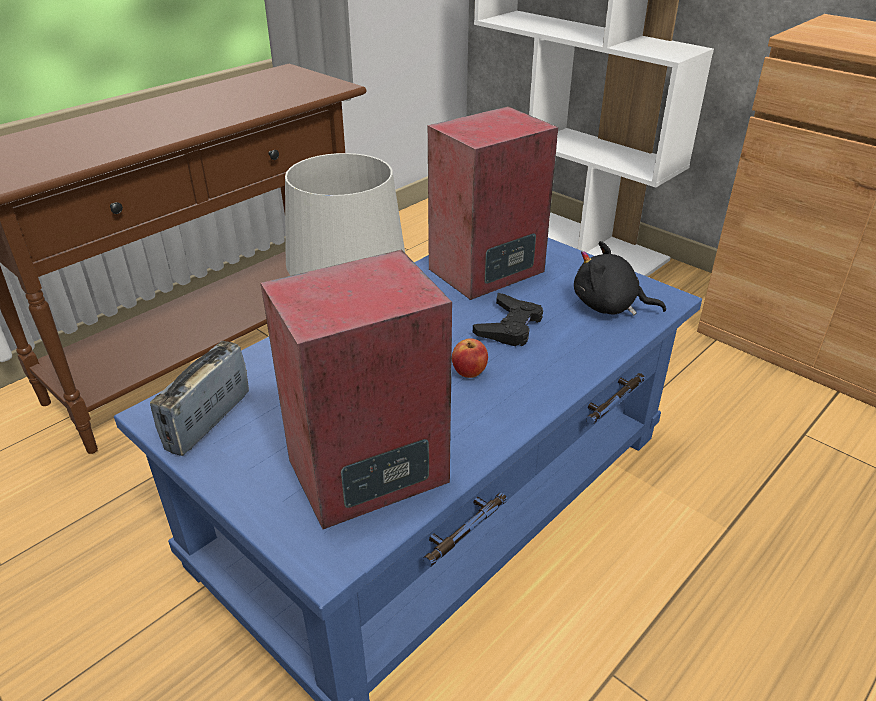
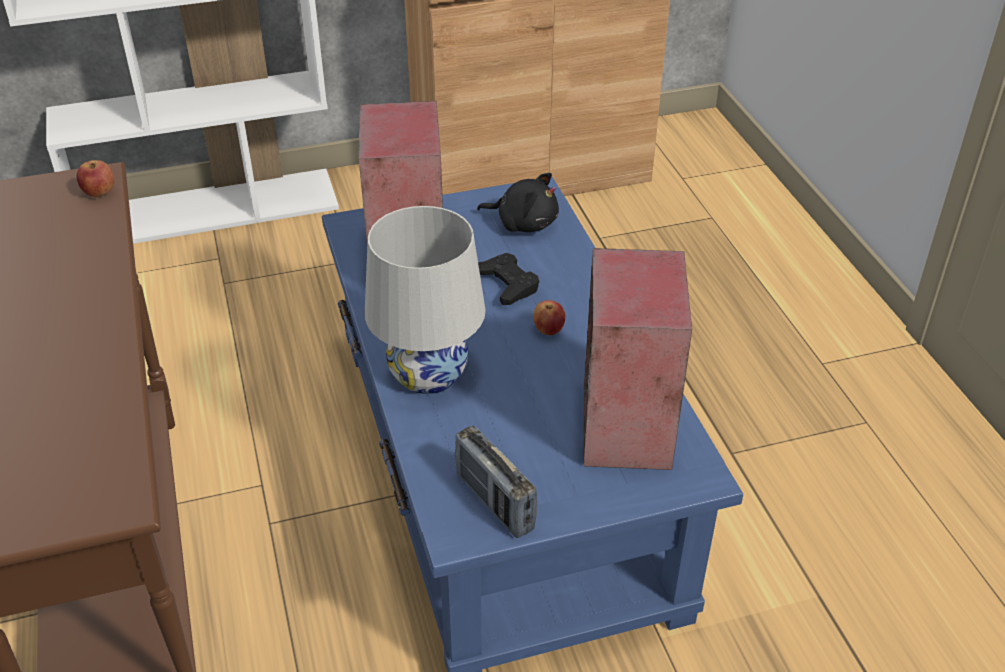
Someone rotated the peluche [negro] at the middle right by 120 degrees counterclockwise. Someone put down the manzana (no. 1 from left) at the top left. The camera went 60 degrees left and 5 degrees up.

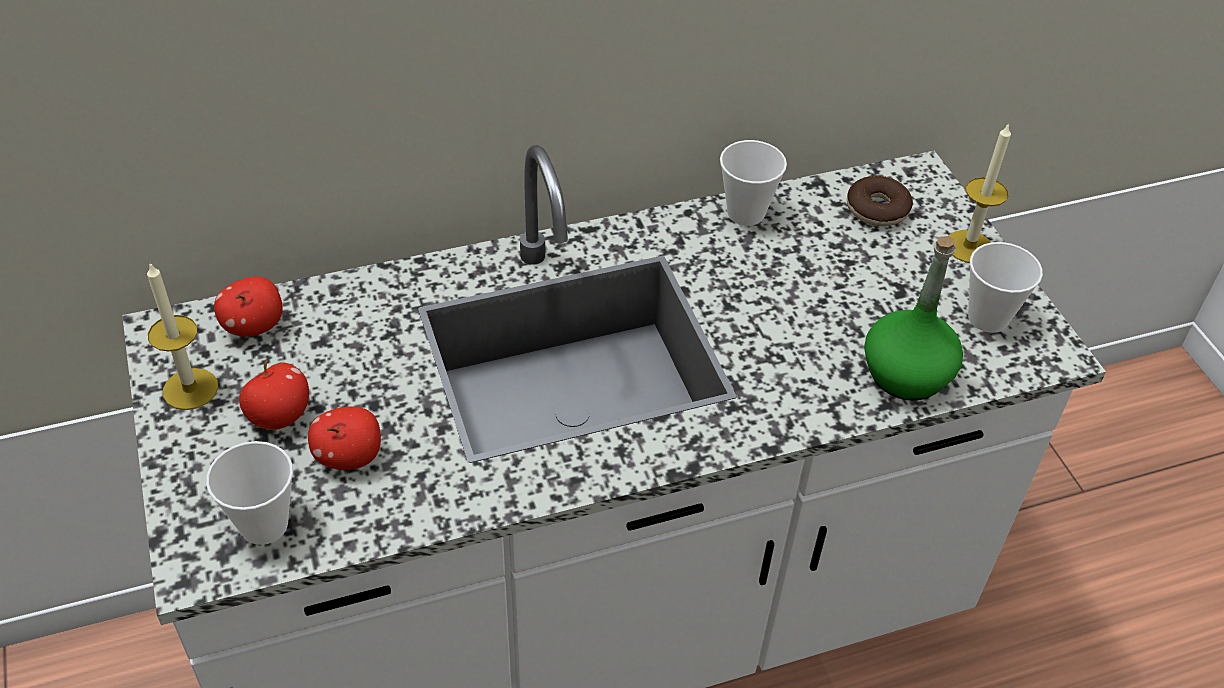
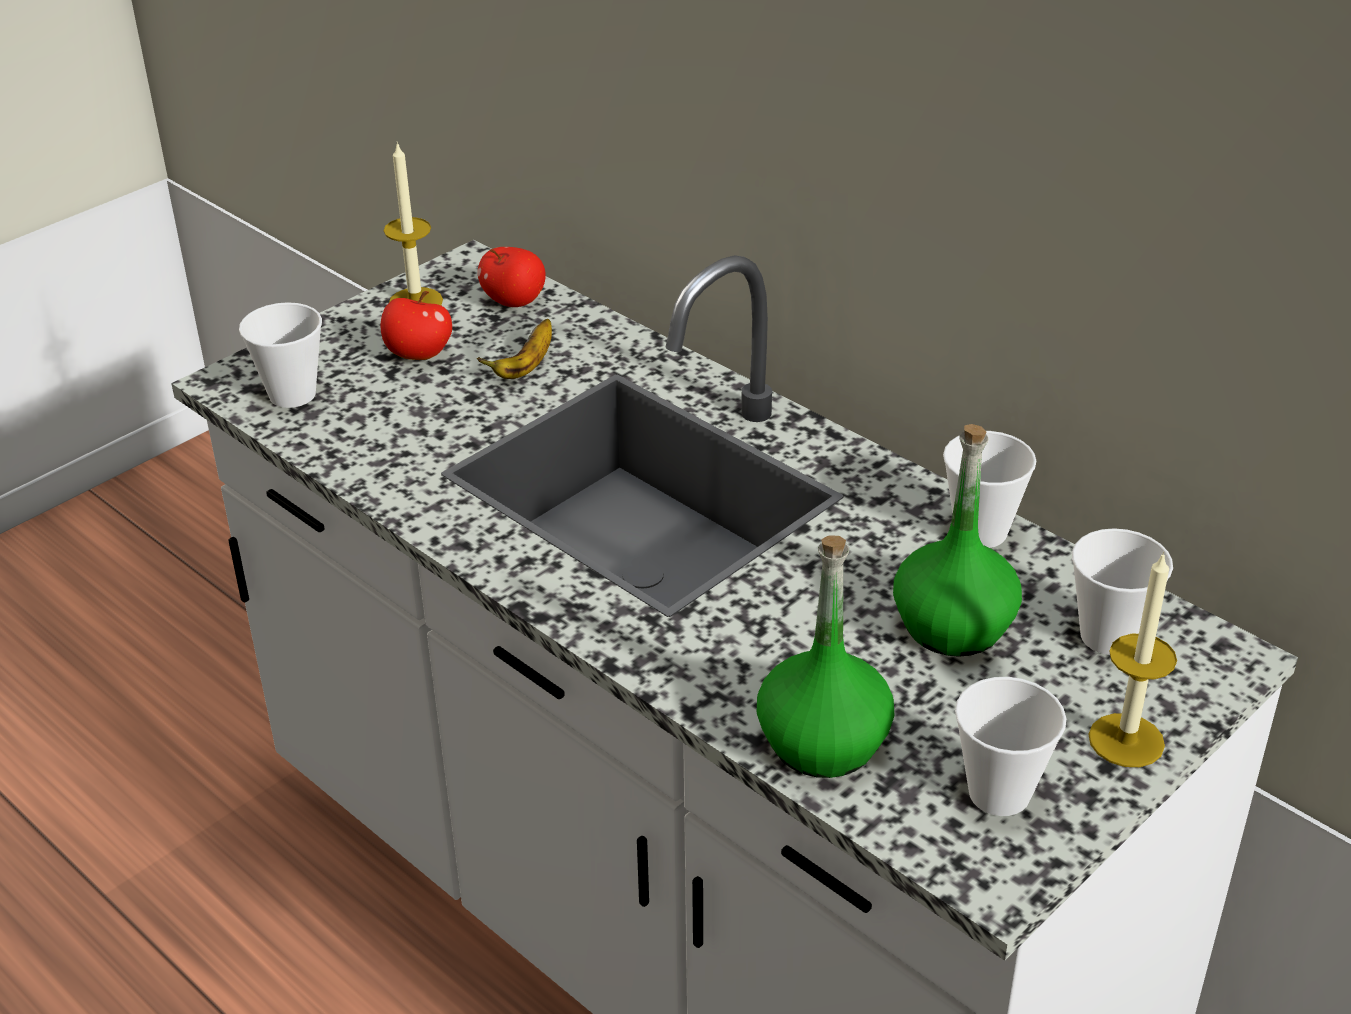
Someone swapped the rosquilla at the top right for the taza (no. 4 from left) at the middle right. Someone took away the manzana (no. 3 from left) at the middle left. Someone put down the plátano at the centre. Someone put down the botella [verde] (no. 2 from left) at the middle right. The camera went 65 degrees right and 10 degrees down.

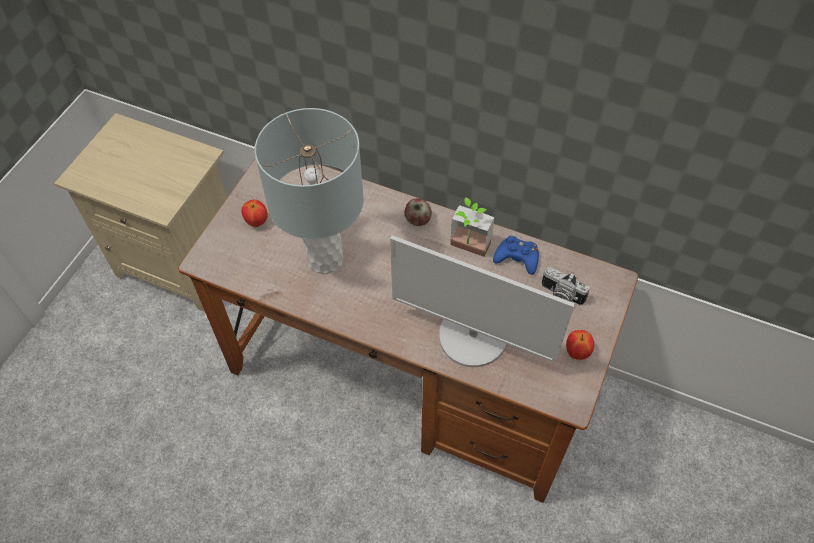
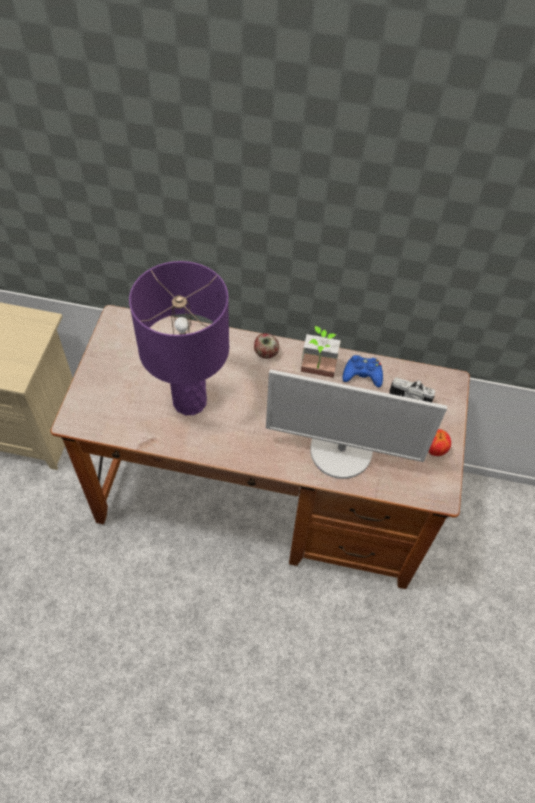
Someone repainted the lámpara de mesa [gris] at the centre, which became the lámpara de mesa [morado] at the centre. Someone took away the manzana (no. 1 from left) at the middle left. The camera went 15 degrees left and 0 degrees up.

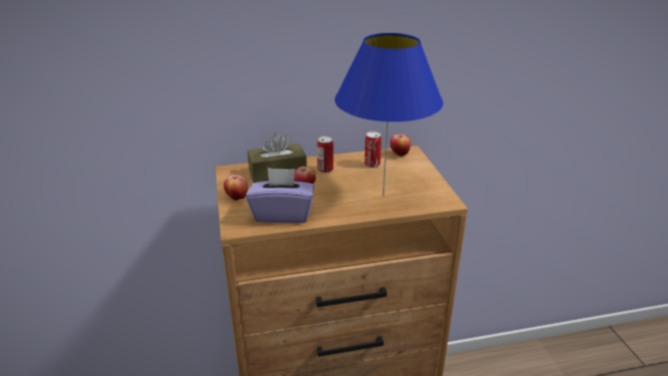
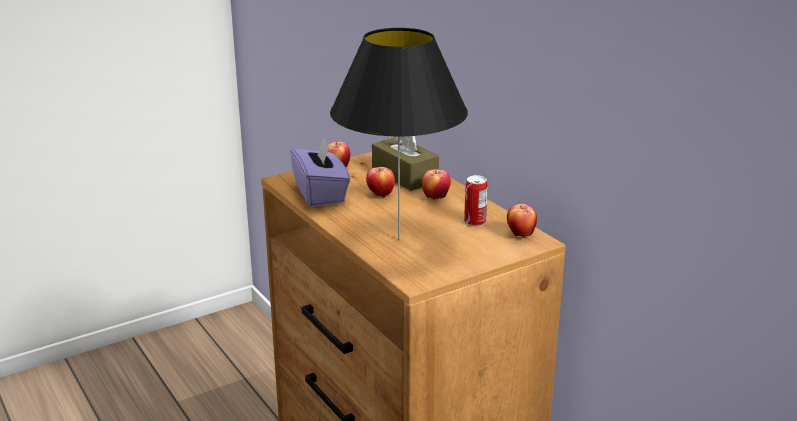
Someone repainted the lámpara de mesa [azul] at the top centre, which became the lámpara de mesa [negro] at the top centre. Someone swapped the lata (no. 1 from left) at the centre for the manzana (no. 3 from left) at the centre. The camera went 70 degrees right and 5 degrees down.

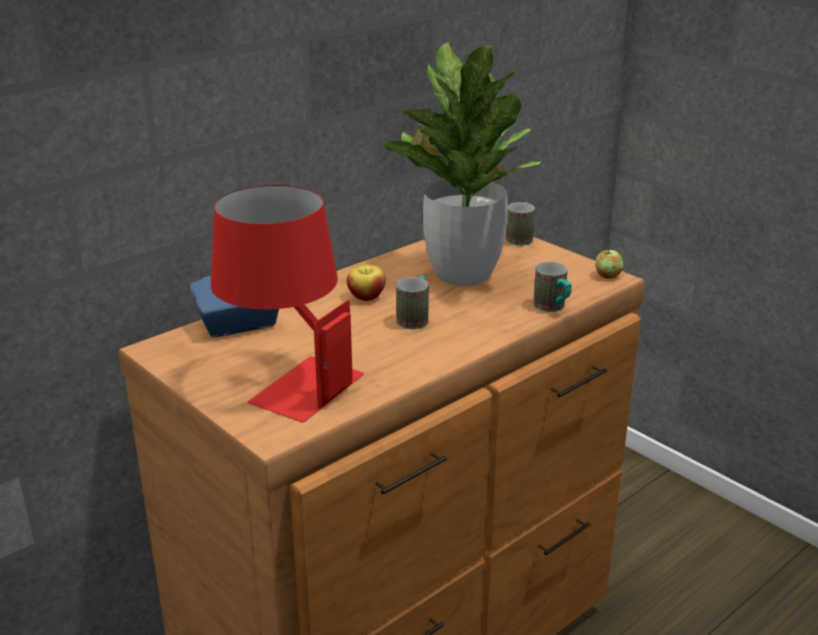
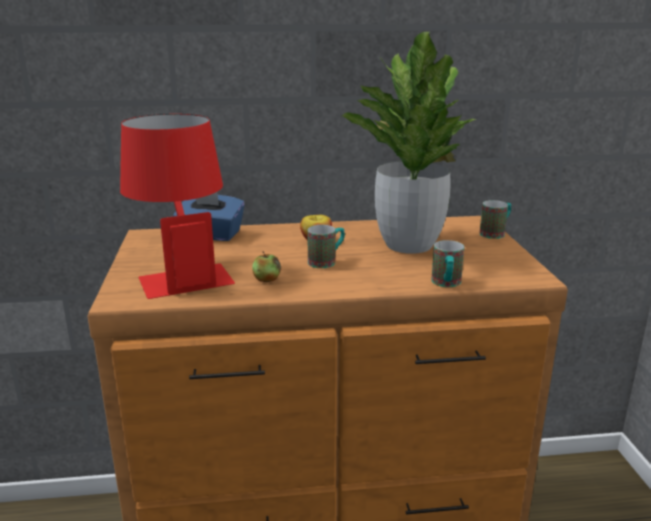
Someone carried the manzana (no. 2 from left in the first image) from the middle right to the centre. The camera went 35 degrees right and 5 degrees down.

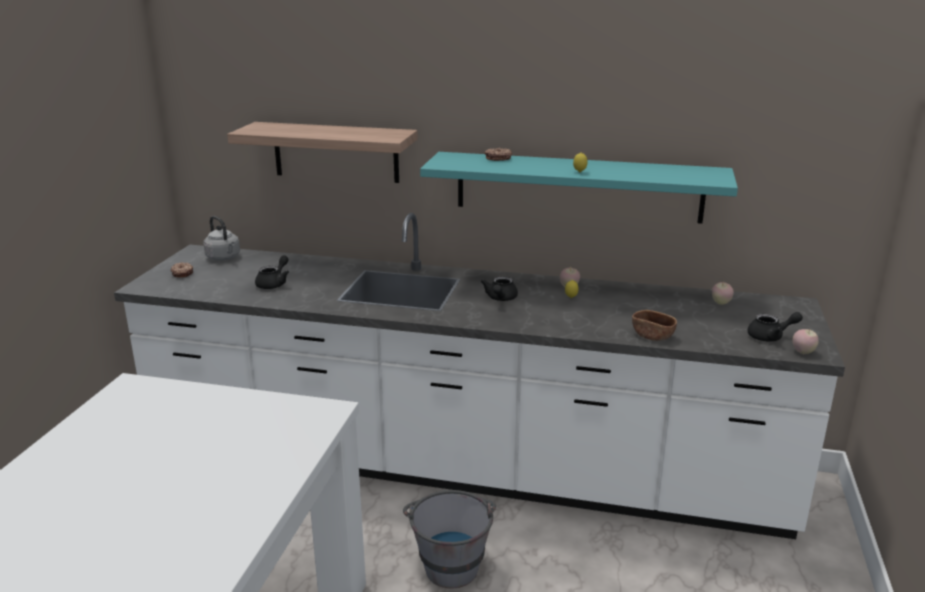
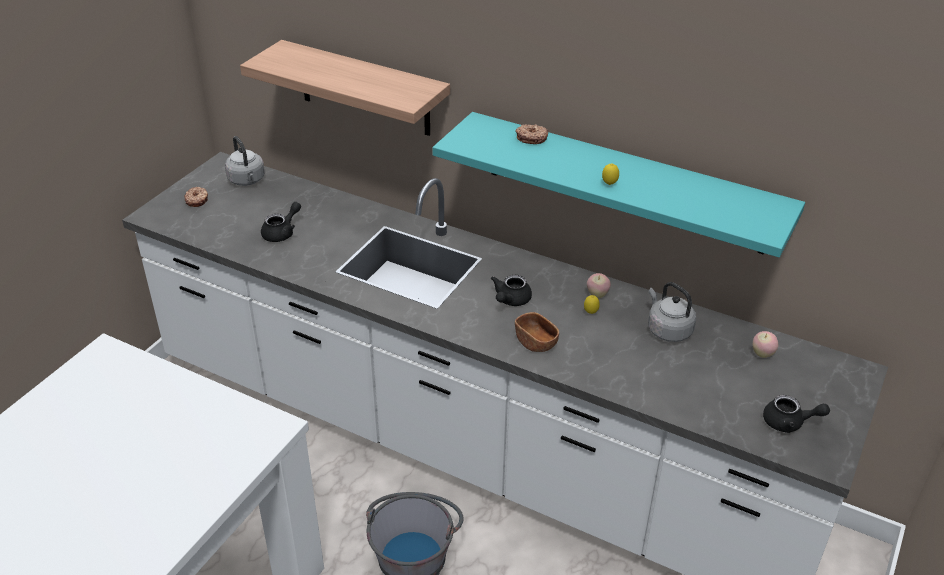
Someone carried the cuenco [marrón] from the middle right to the centre. Someone took away the manzana (no. 3 from left) at the middle right. Someone put down the hervidor [gris] (no. 2 from left) at the middle right. The camera went 15 degrees right and 15 degrees up.

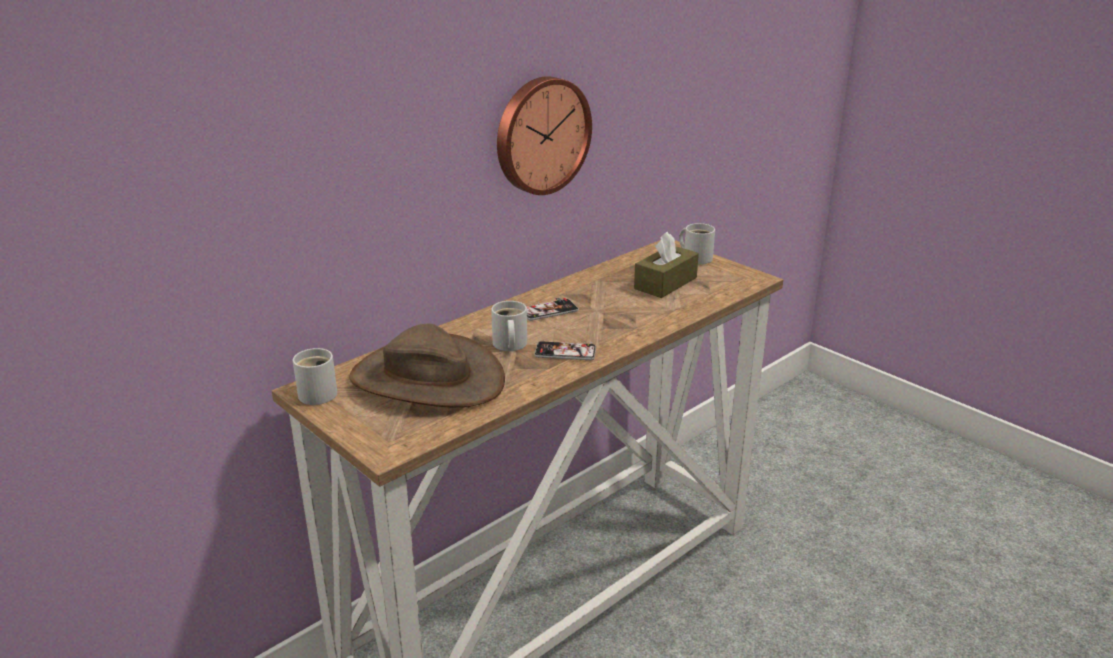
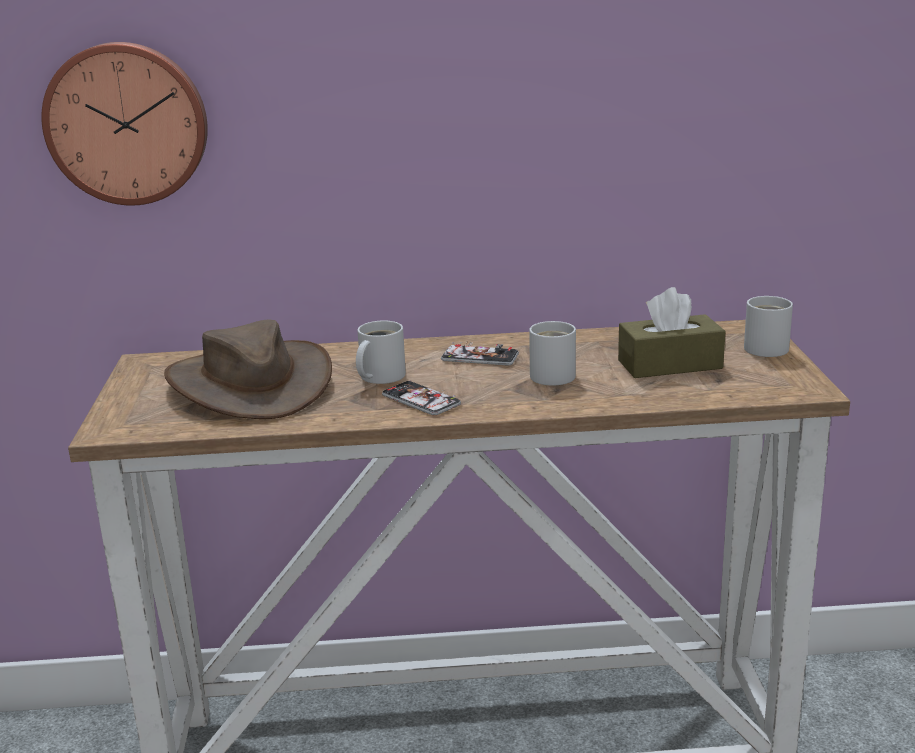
Someone carried the reloj de pared from the top centre to the top left. Someone carried the taza grande [blanco] (no. 1 from left in the first image) from the middle left to the centre. The camera went 40 degrees right and 5 degrees down.

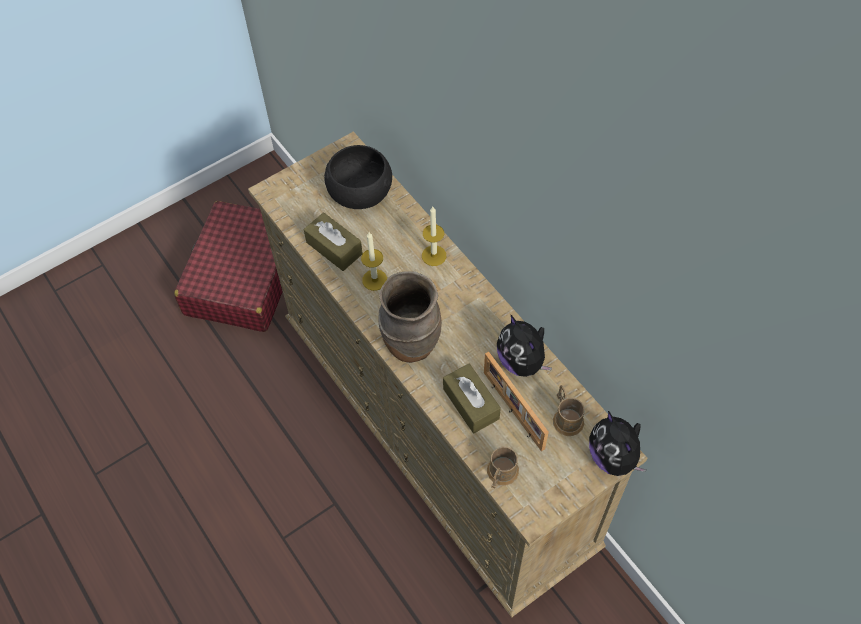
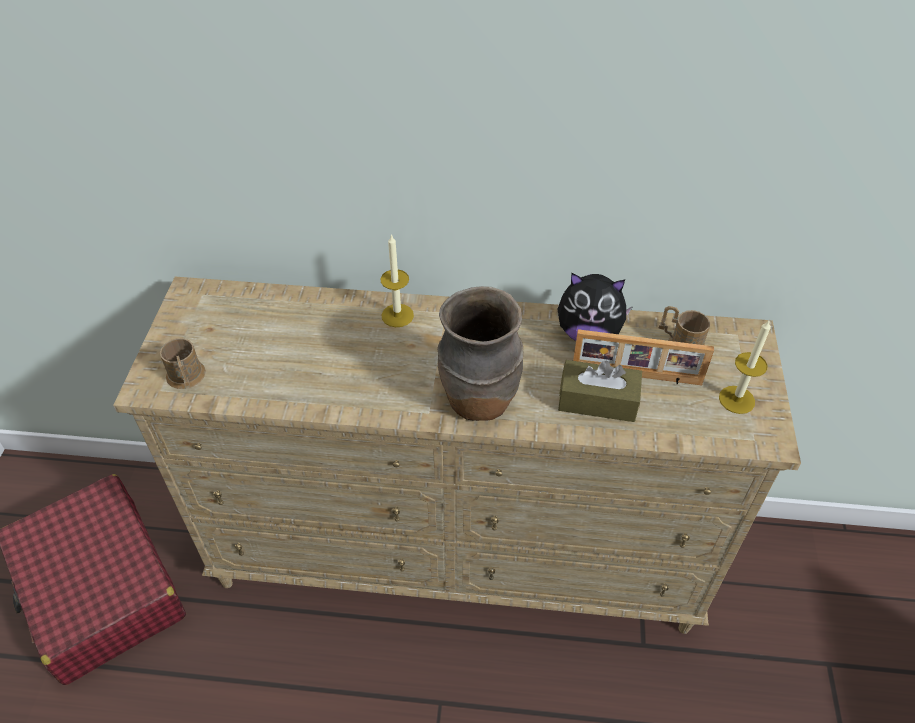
Someone took away the cuenco [negro] at the top centre. Someone took away the caja de pañuelos [marrón] (no. 1 from left) at the centre. Someone carried the vela (no. 1 from left in the first image) from the centre to the middle right. Someone took away the peluche (no. 2 from left) at the bottom right. Someone carried the taza grande [marrón] (no. 1 from left) from the bottom centre to the middle left. The camera went 50 degrees left and 10 degrees down.

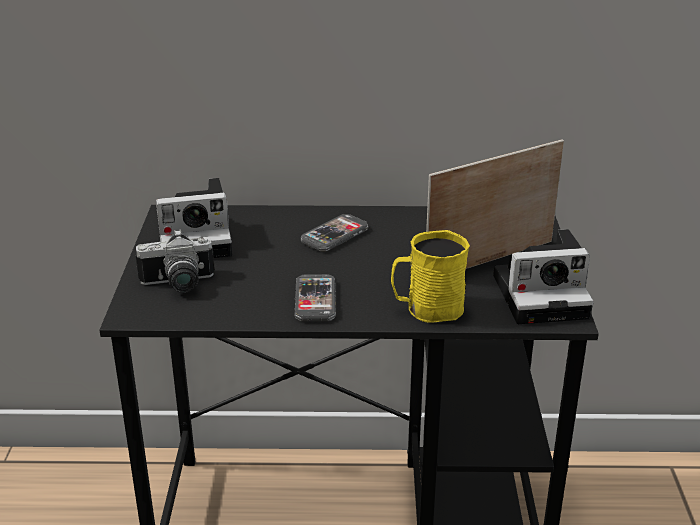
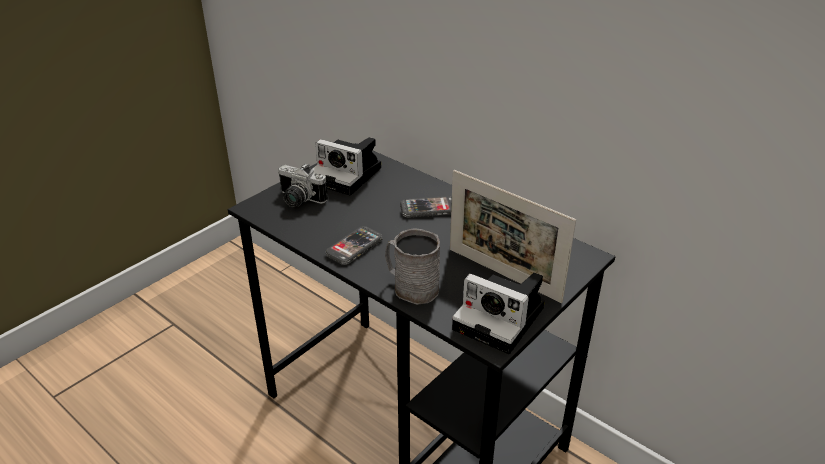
Someone rotated the portarretratos at the middle right by 150 degrees counterclockwise. Someone repainted the taza grande [amarillo] at the centre, which became the taza grande [gris] at the centre. The camera went 40 degrees right and 5 degrees up.

